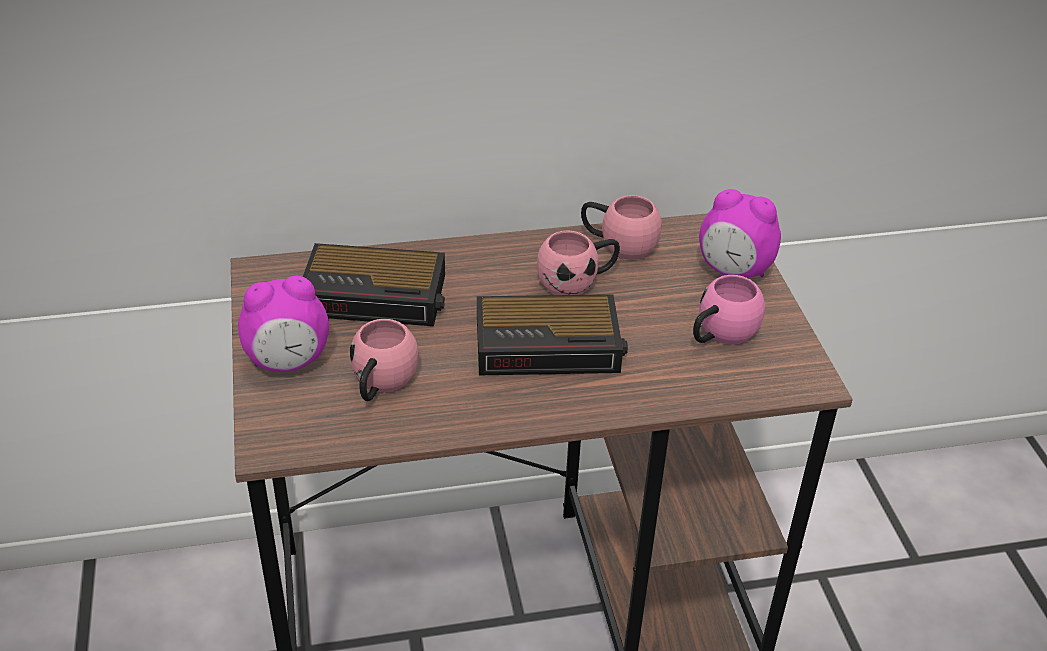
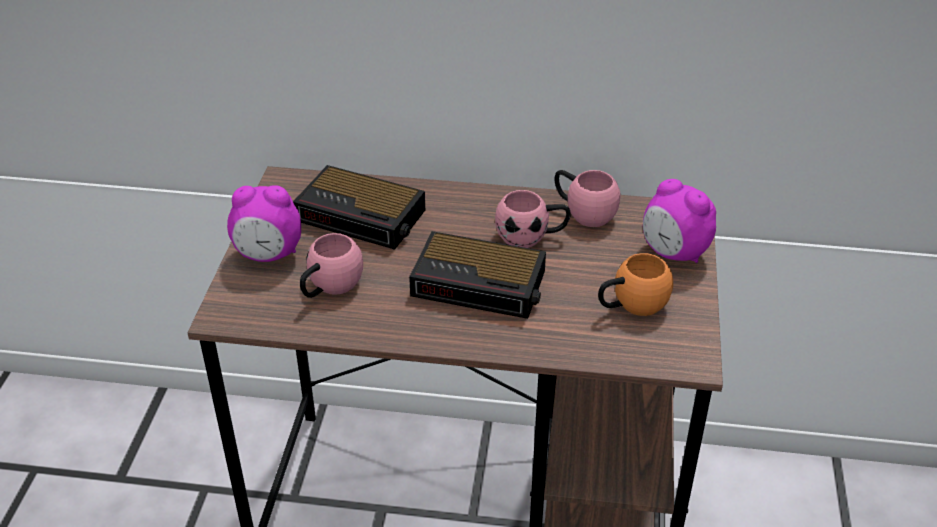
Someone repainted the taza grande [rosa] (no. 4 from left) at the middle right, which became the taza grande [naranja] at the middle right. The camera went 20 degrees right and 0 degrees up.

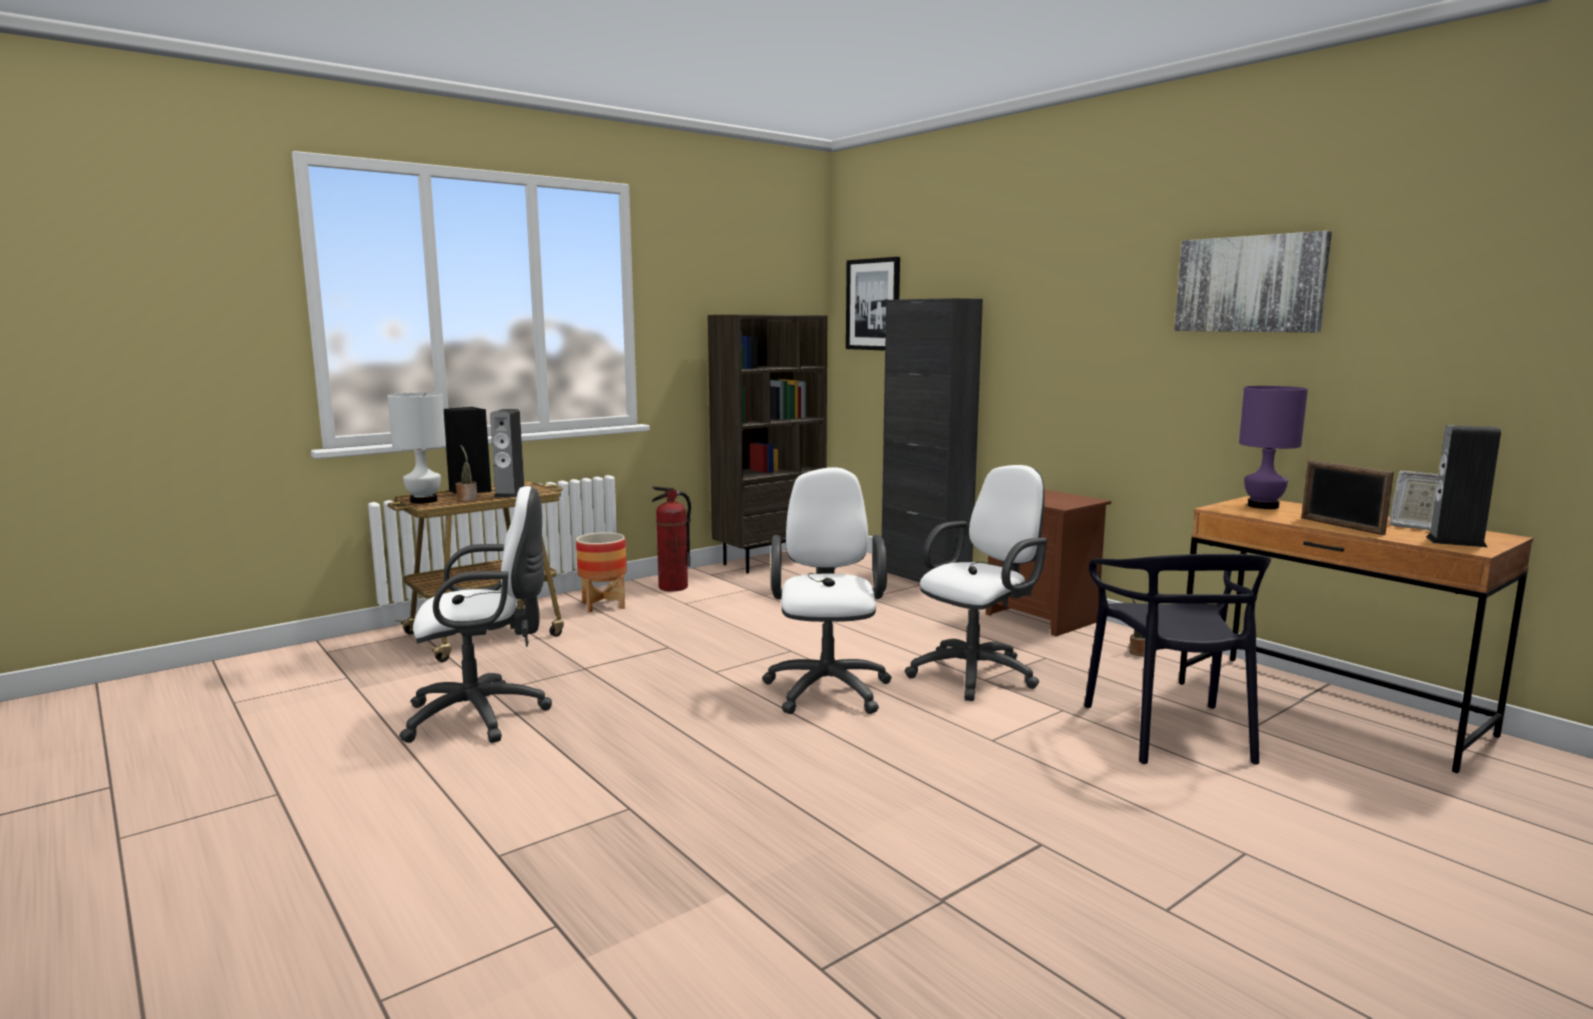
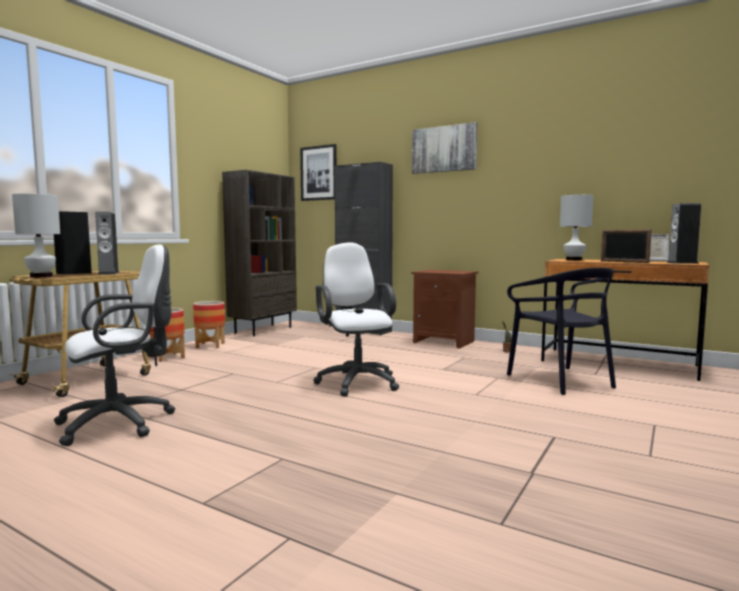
Someone carried the cuadro (no. 2 from left) from the top right to the top centre. Someone repainted the lámpara de mesa [morado] at the middle right, which became the lámpara de mesa [blanco] (no. 2 from left) at the middle right. Someone took away the planta en maceta (no. 1 from left) at the middle left. Someone took away the silla de oficina [blanco] (no. 3 from left) at the centre. Someone swapped the extintor at the centre for the maceta (no. 2 from left) at the middle left. The camera went 20 degrees left and 5 degrees down.

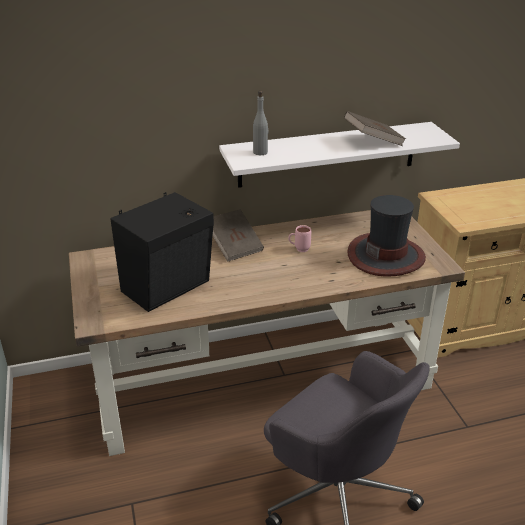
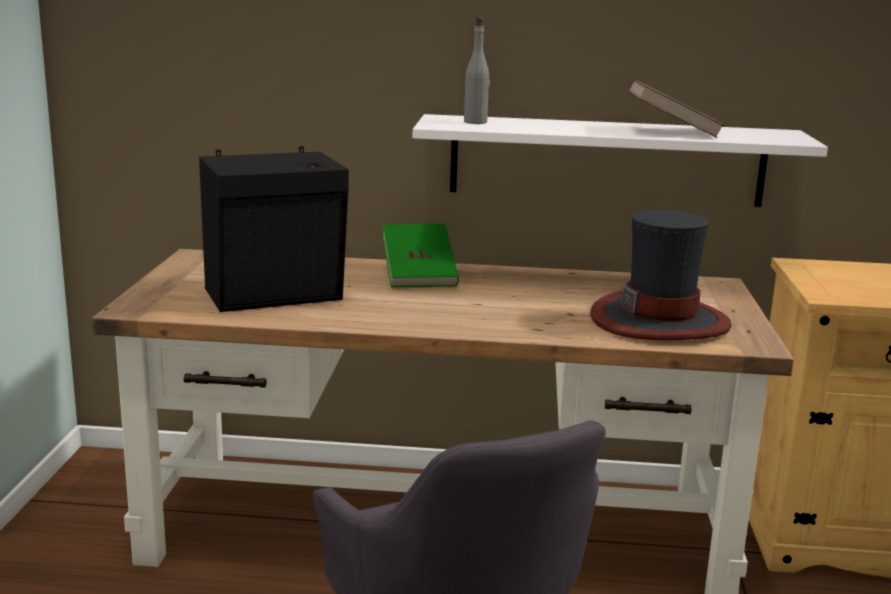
Someone repainted the libro [marrón] (no. 1 from left) at the centre, which became the libro [verde] at the centre. Someone took away the taza grande [rosa] at the centre. The camera went 20 degrees right and 15 degrees down.

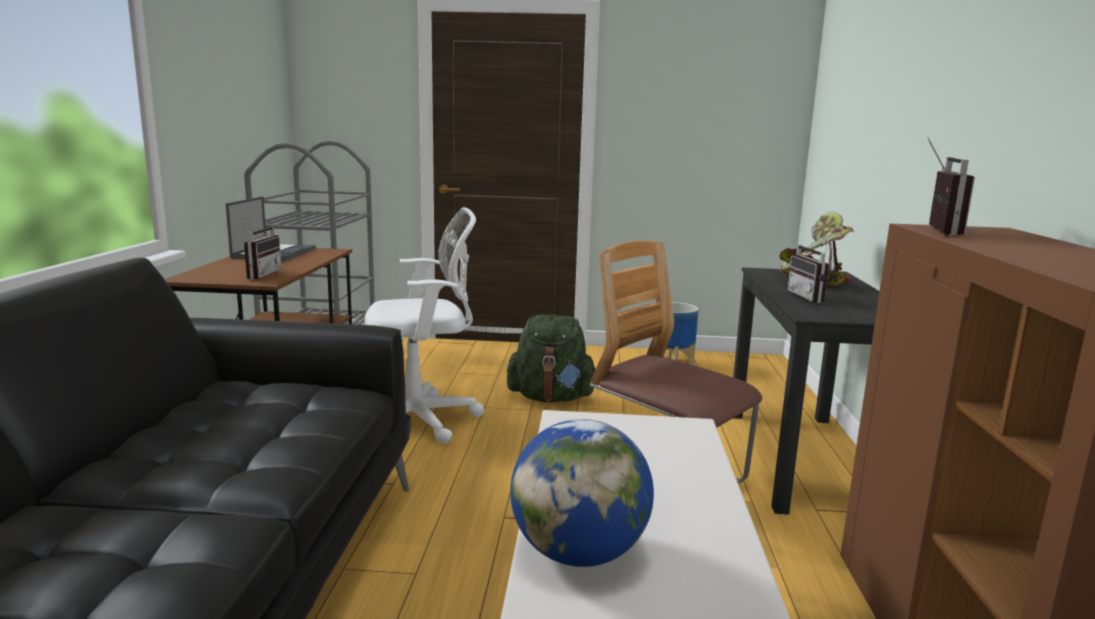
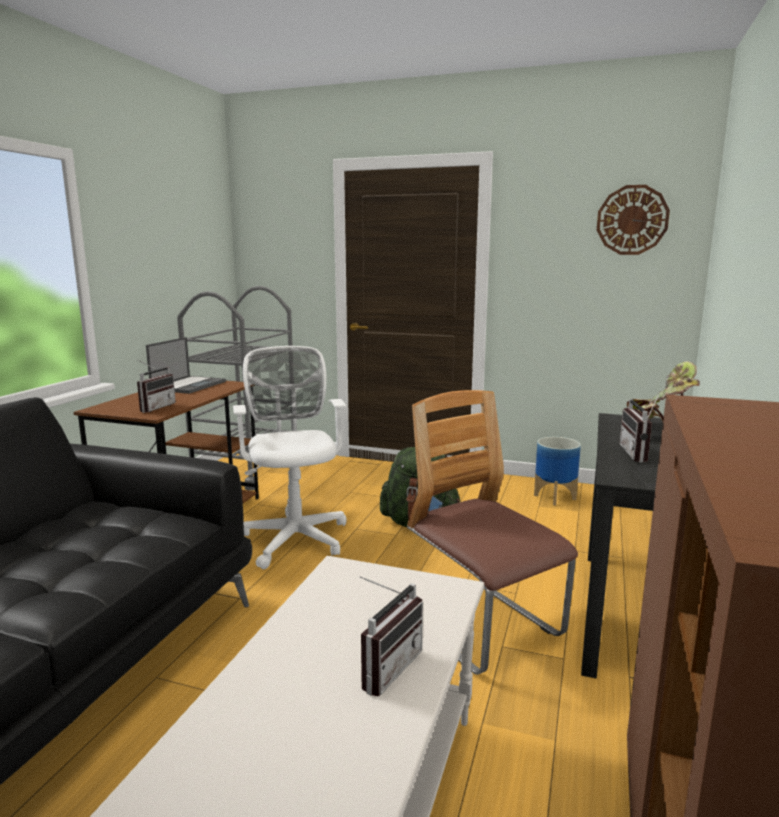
Someone carried the radio (no. 3 from left in the first image) from the top right to the bottom centre. Someone rotated the silla de oficina [blanco] at the centre by 105 degrees counterclockwise. Someone took away the globo terráqueo at the bottom centre. Someone put up the reloj de pared at the top right. The camera went 15 degrees right and 0 degrees up.

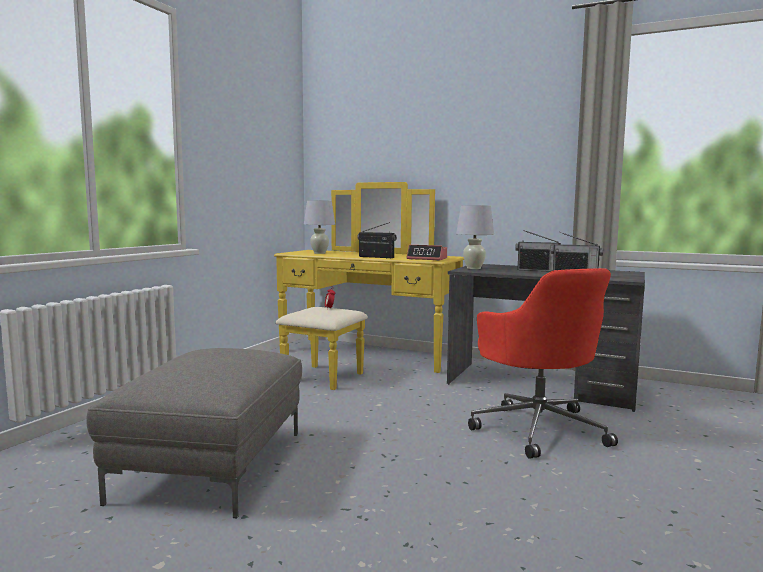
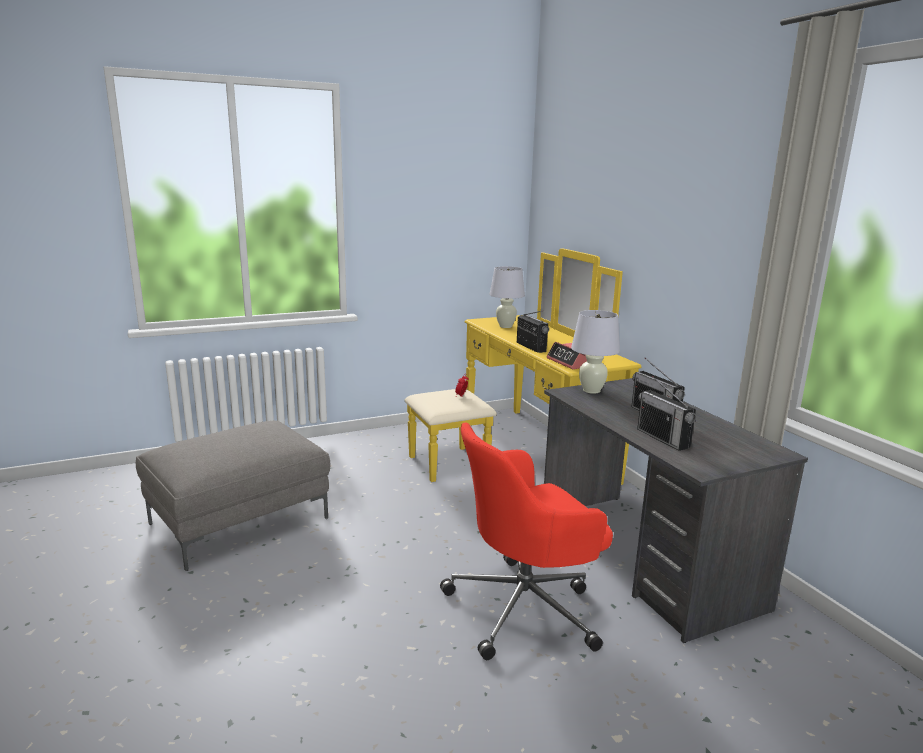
Someone rotated the silla de oficina [rojo] at the middle right by 45 degrees clockwise. The camera went 40 degrees right and 10 degrees up.

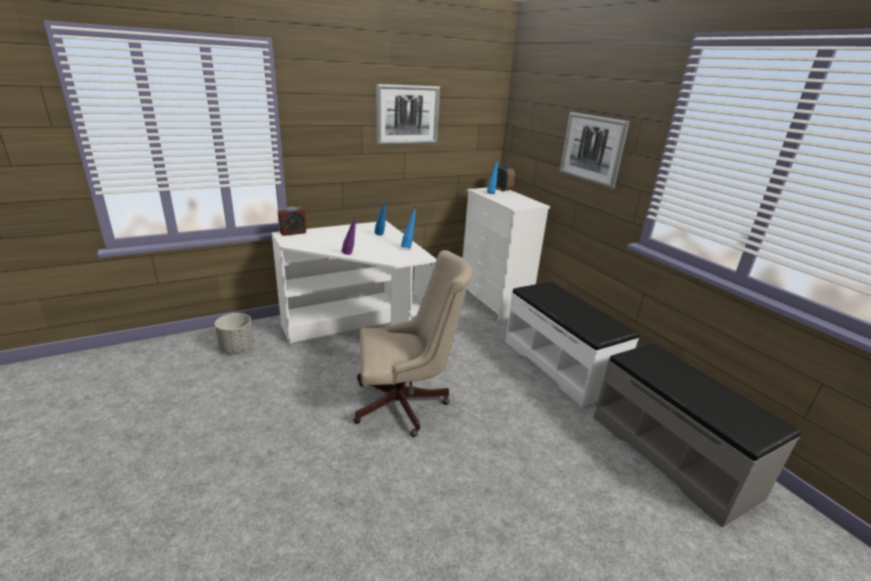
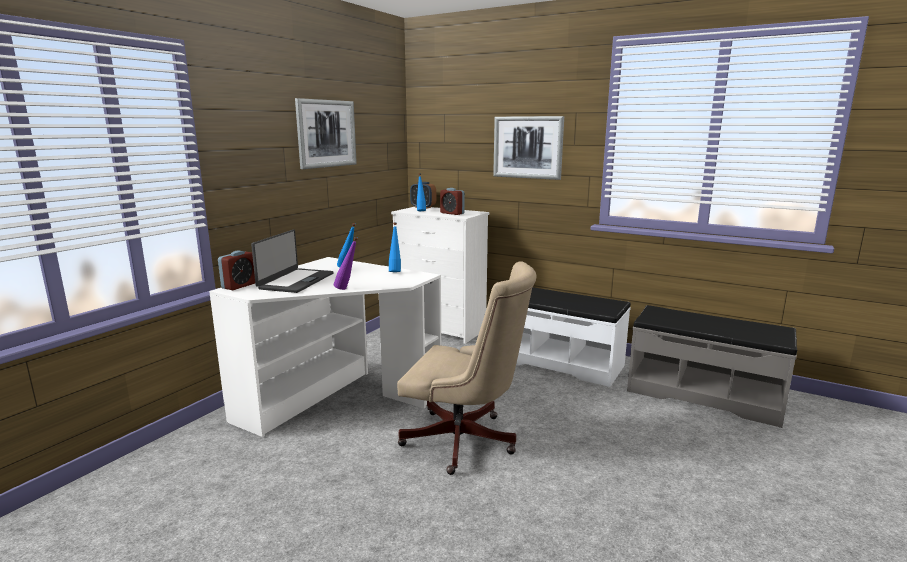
Someone rotated the silla de oficina [beis] at the centre by 60 degrees clockwise. Someone took away the maceta [gris] at the middle left. Someone put down the despertador (no. 3 from left) at the centre. Someone put down the portátil at the middle left. The camera went 30 degrees left and 10 degrees down.

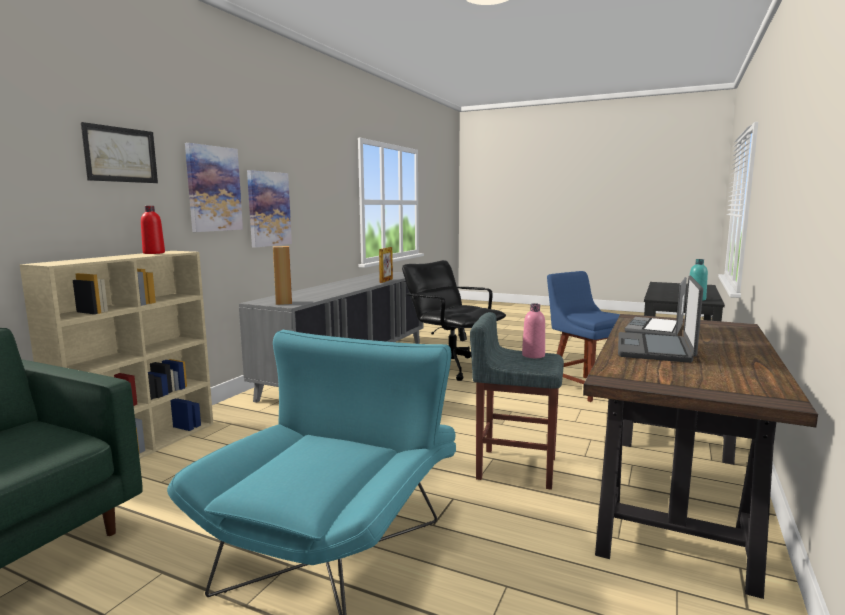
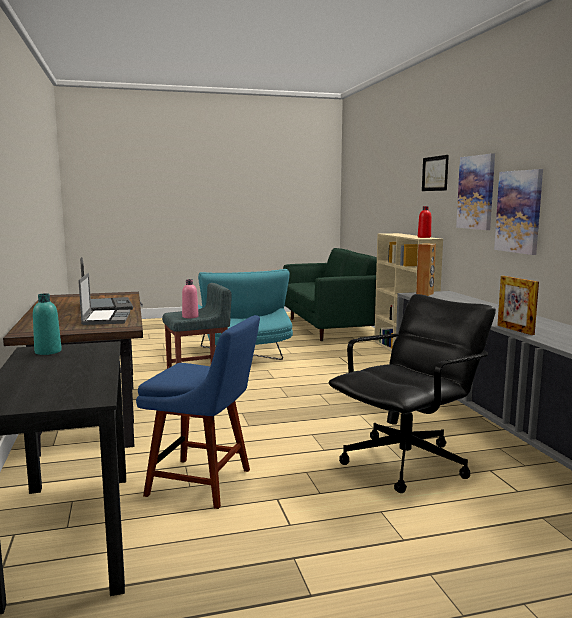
Someone rotated the silla de oficina [negro] at the centre by 45 degrees counterclockwise. The camera went 140 degrees right and 0 degrees up.

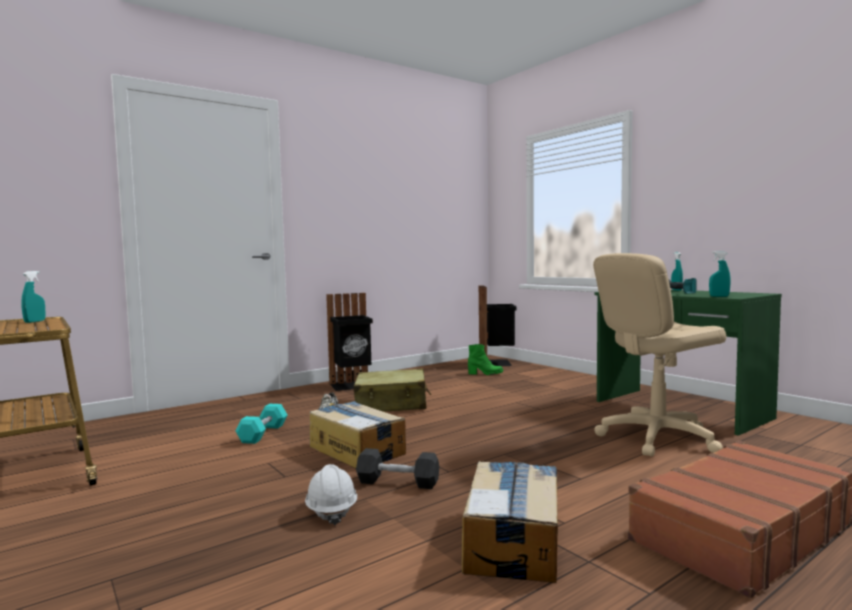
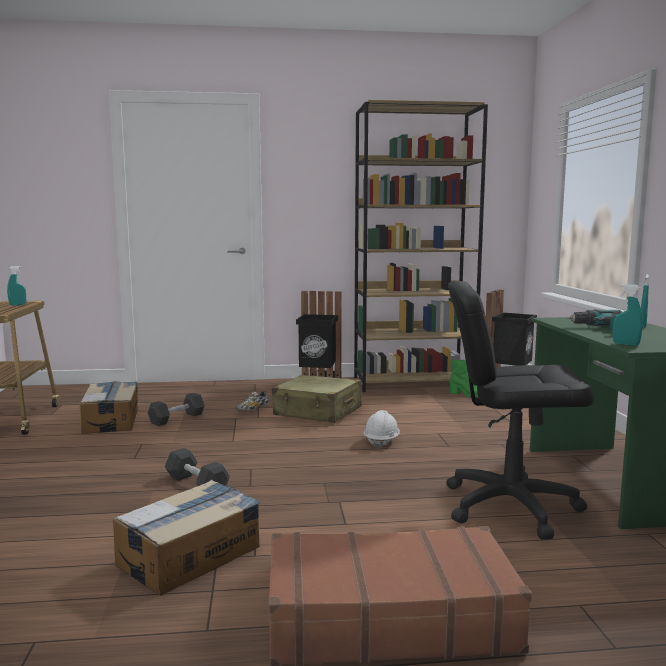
Someone repainted the silla de oficina [beis] at the middle right, which became the silla de oficina [negro] at the middle right. Someone carried the caja de cartón (no. 1 from left) from the bottom centre to the middle left. Someone repainted the mancuerna [turquesa] at the bottom left, which became the mancuerna [negro] (no. 1 from left) at the middle left. Someone carried the casco [blanco] from the bottom centre to the centre. Someone put down the estantería [marrón] at the centre. The camera went 30 degrees right and 5 degrees up.

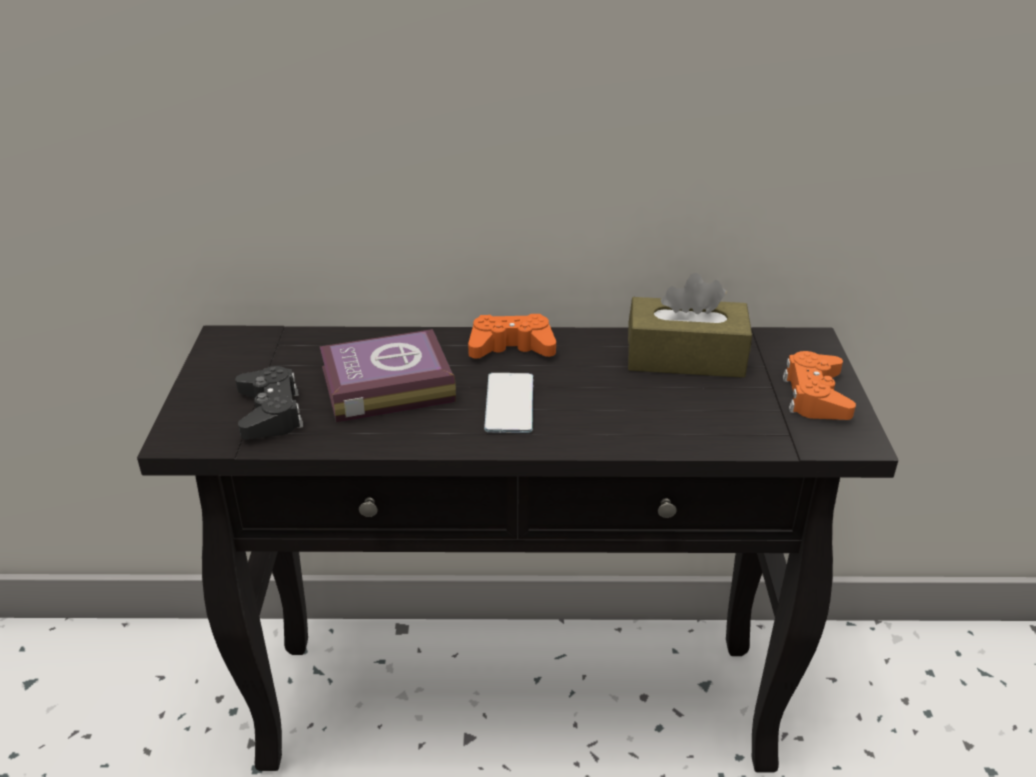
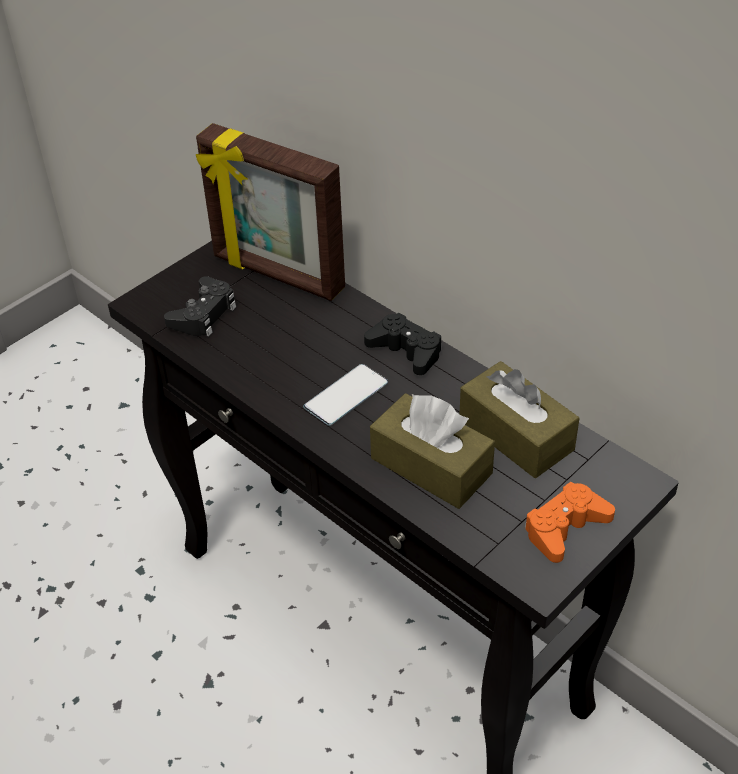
Someone repainted the mando de consola [naranja] (no. 1 from left) at the centre, which became the mando de consola [negro] (no. 2 from left) at the centre. Someone took away the libro at the centre. Someone put down the portarretratos at the top centre. Someone put down the caja de pañuelos [marrón] (no. 1 from left) at the centre. The camera went 45 degrees right and 10 degrees up.

